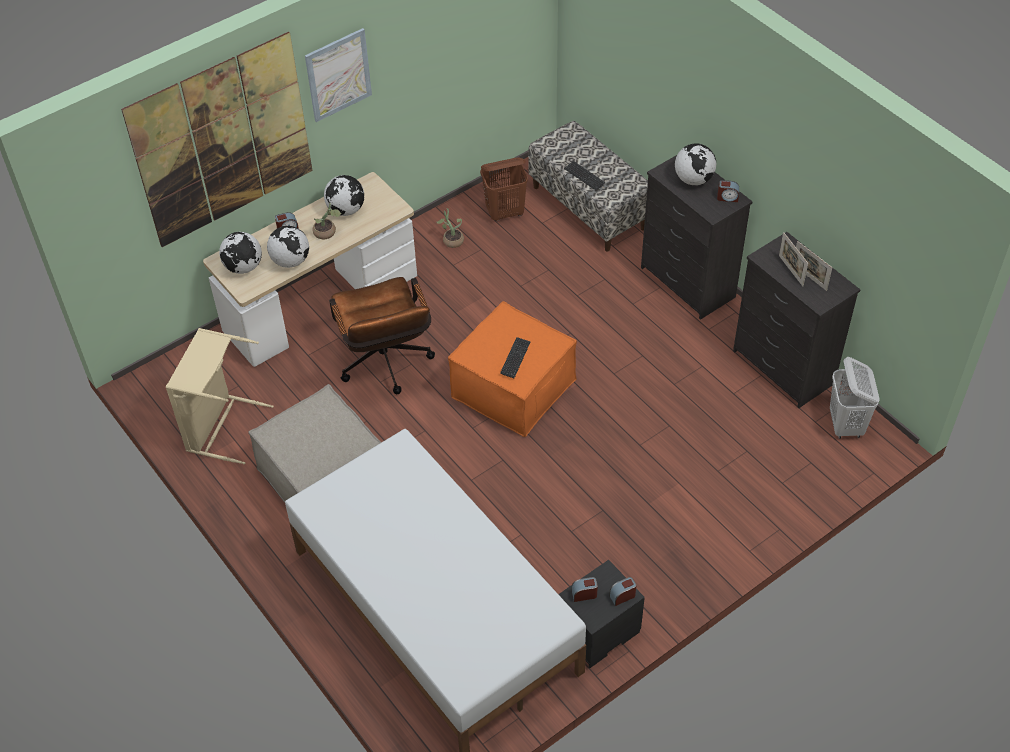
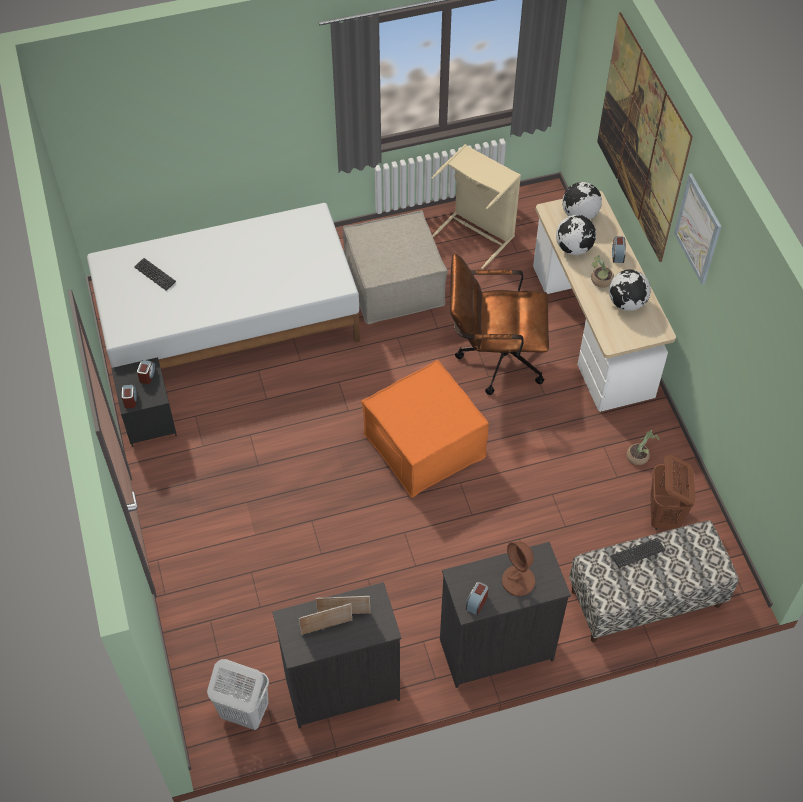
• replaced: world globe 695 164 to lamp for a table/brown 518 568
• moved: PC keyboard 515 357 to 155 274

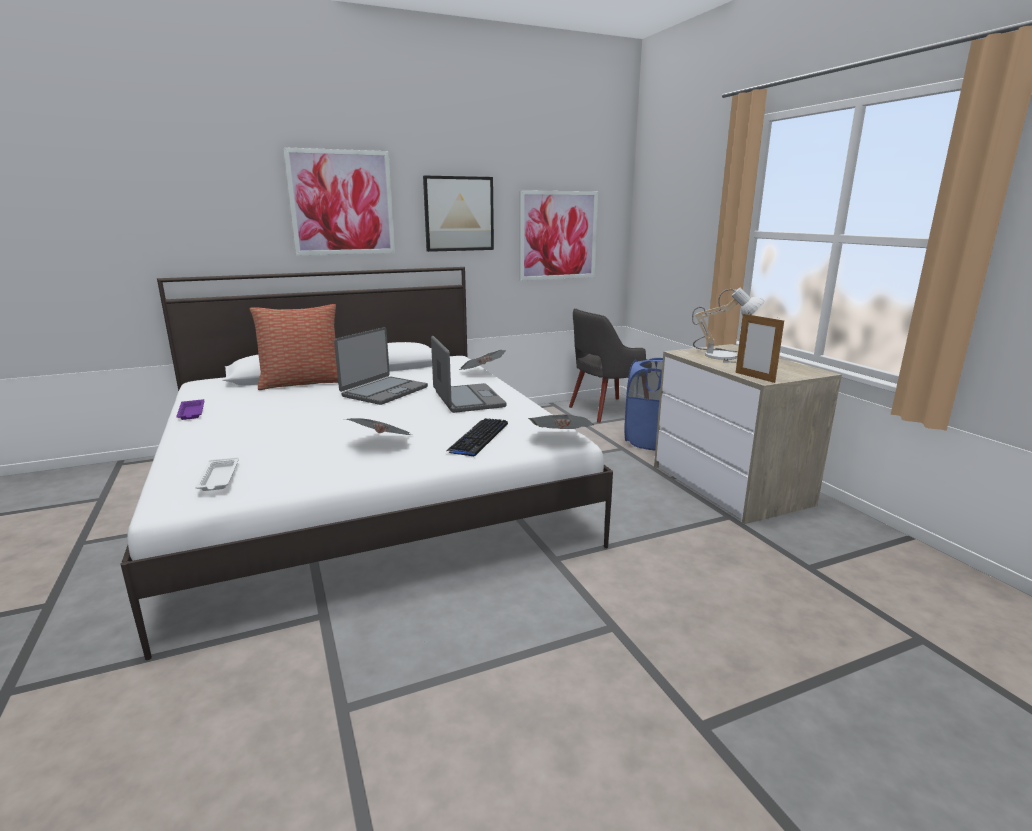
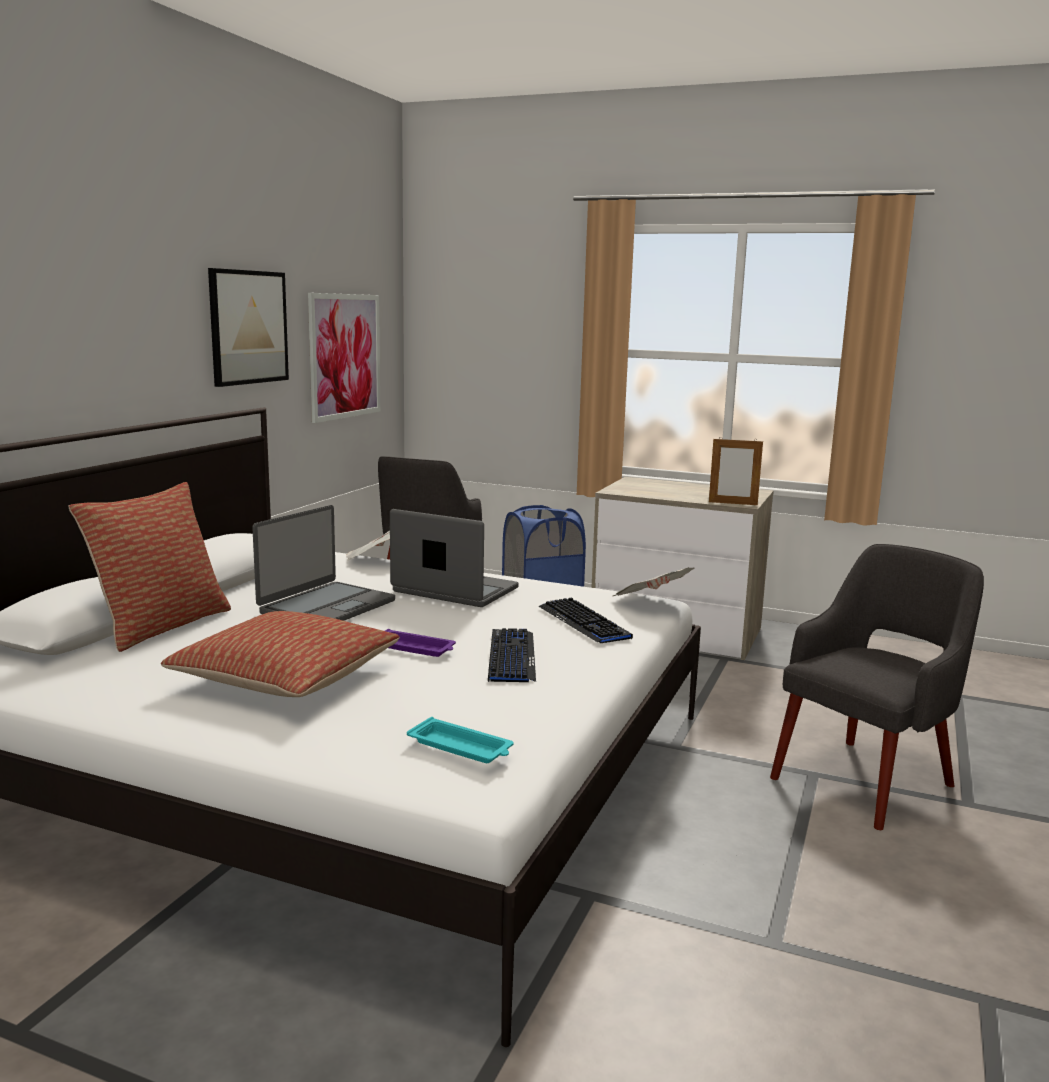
• removed: wall picture 339 201
• removed: lamp for a table 728 325
• turned: notebook computer 381 366 = 323 563 45 degrees clockwise
• moved: carrying tray/purplish 190 409 to 420 643
• replaced: newspaper 378 426 to PC keyboard 512 655
• recoloured: carrying tray/white 217 474 to carrying tray/blue-green 460 740
• added: armchair/grey 877 687
• added: cushion 280 654

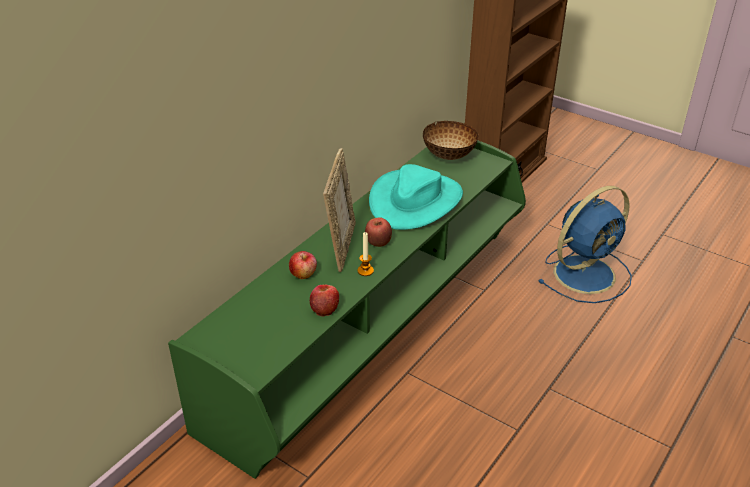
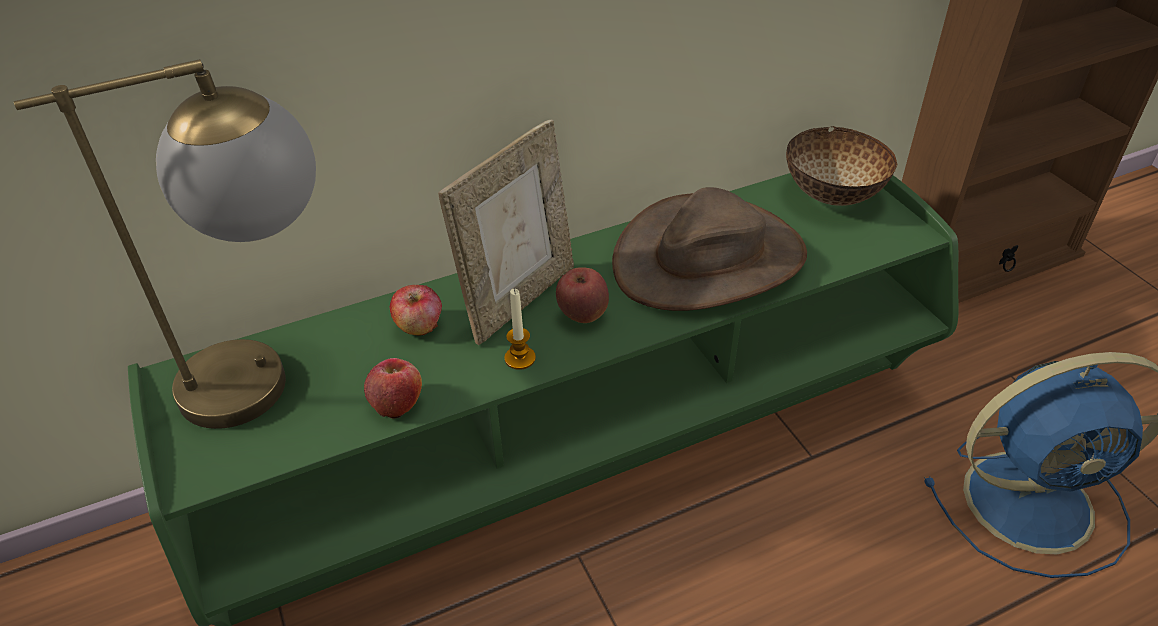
• recoloured: clothing hat/blue-green 416 197 to clothing hat/brown 709 249
• added: lamp for a table 165 244

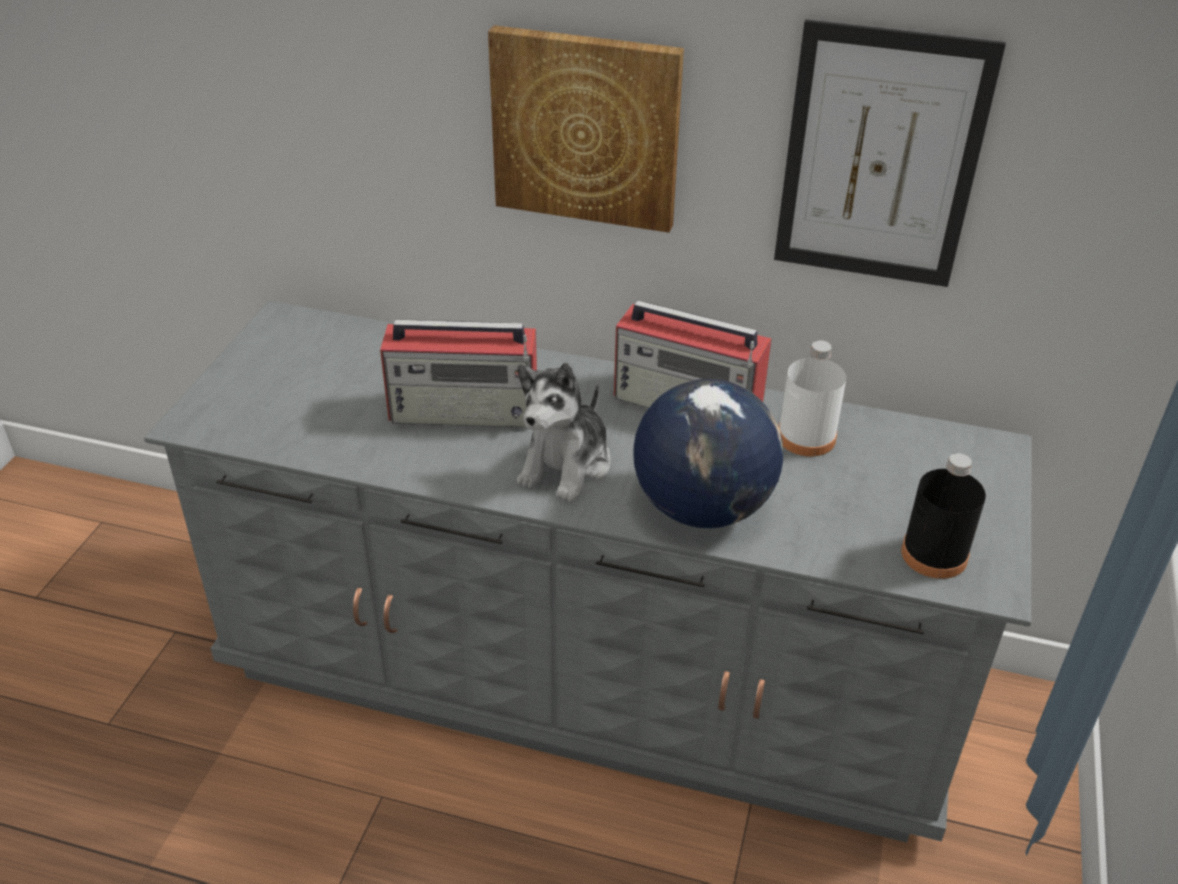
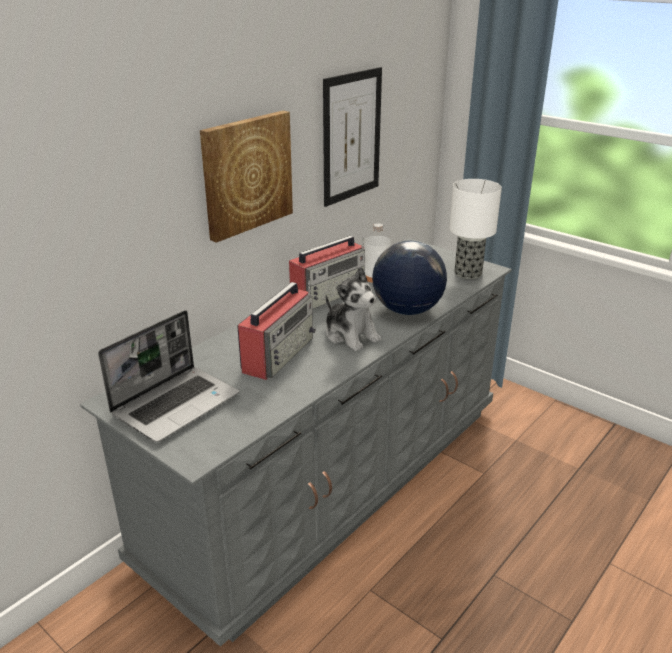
• replaced: bottle/black-coloured 943 516 to lamp for a table 475 229
• added: notebook computer 168 376

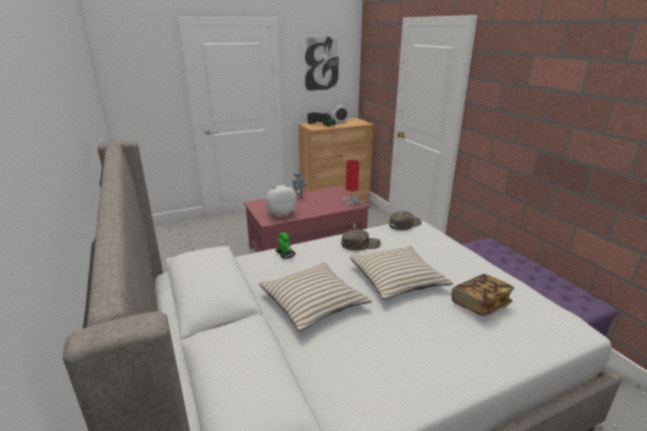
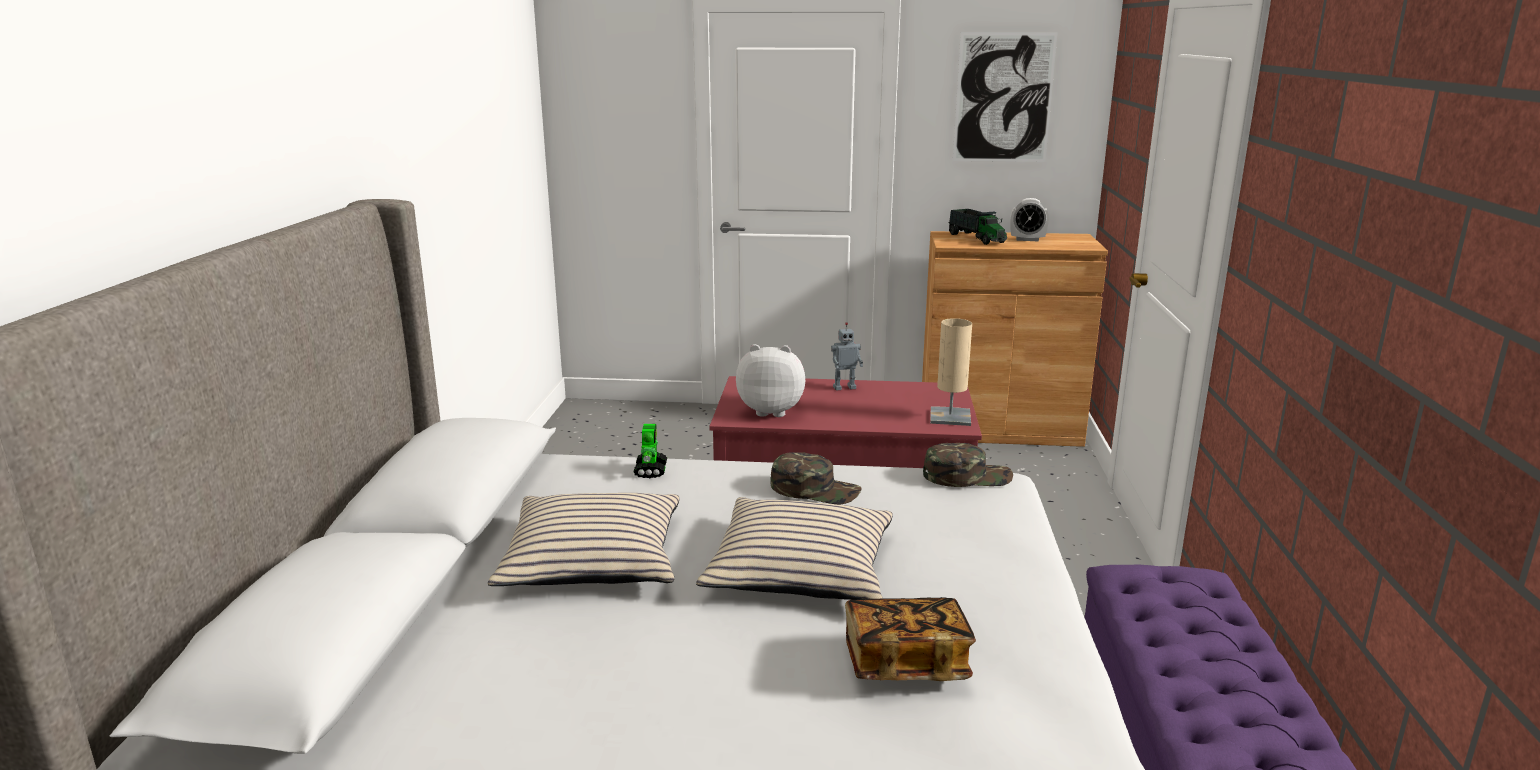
• recoloured: lamp for a table/red 351 182 to lamp for a table/beige 951 372

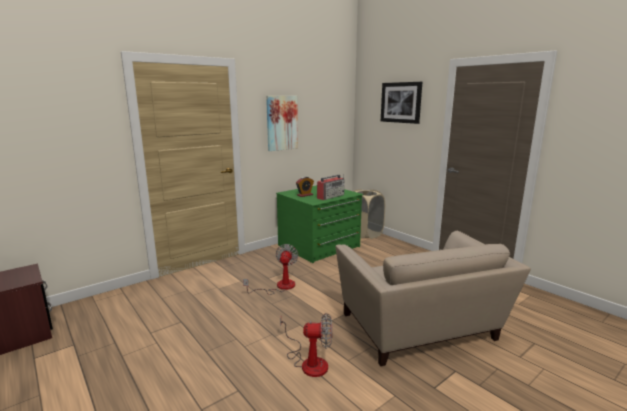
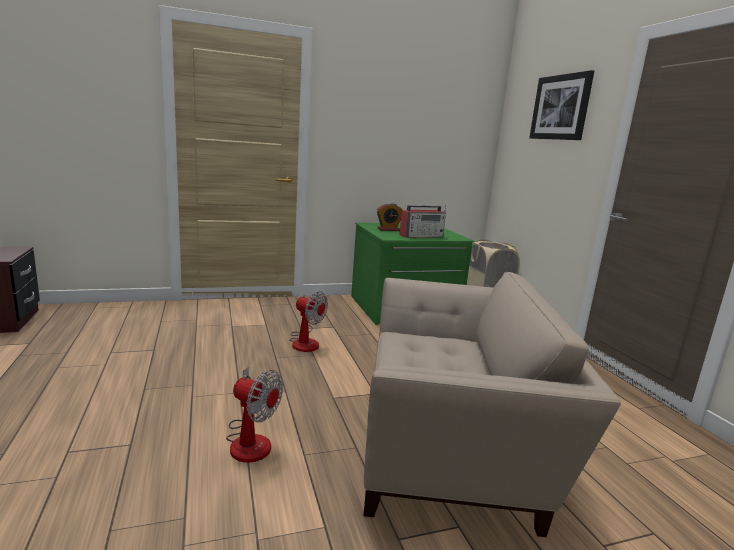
• removed: wall picture 282 123
• turned: armchair/beige 433 298 = 492 404 90 degrees counterclockwise
• turned: electric fan 271 269 = 308 321 90 degrees clockwise

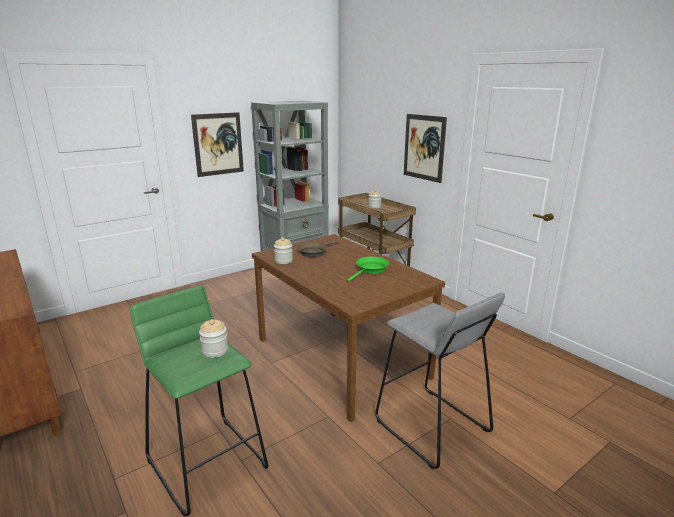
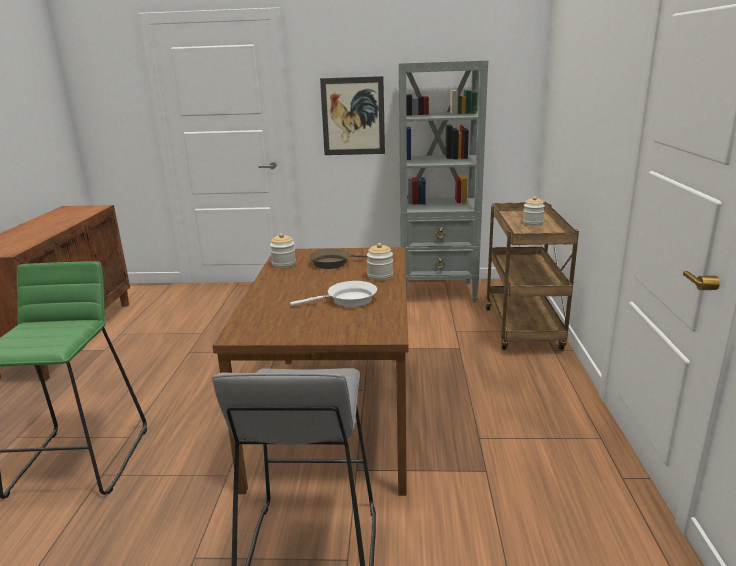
• removed: wall picture 425 148
• recoloured: skillet/greenish 368 269 to skillet/white 333 294
• moved: jar 213 338 to 380 262

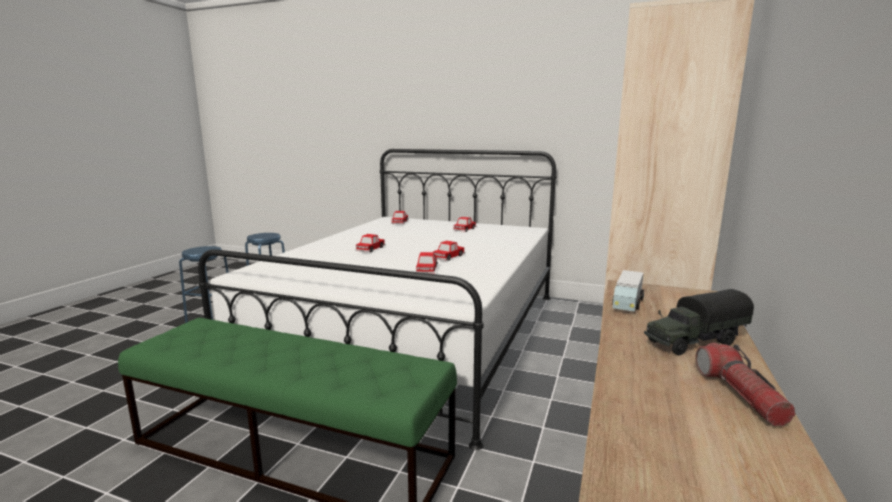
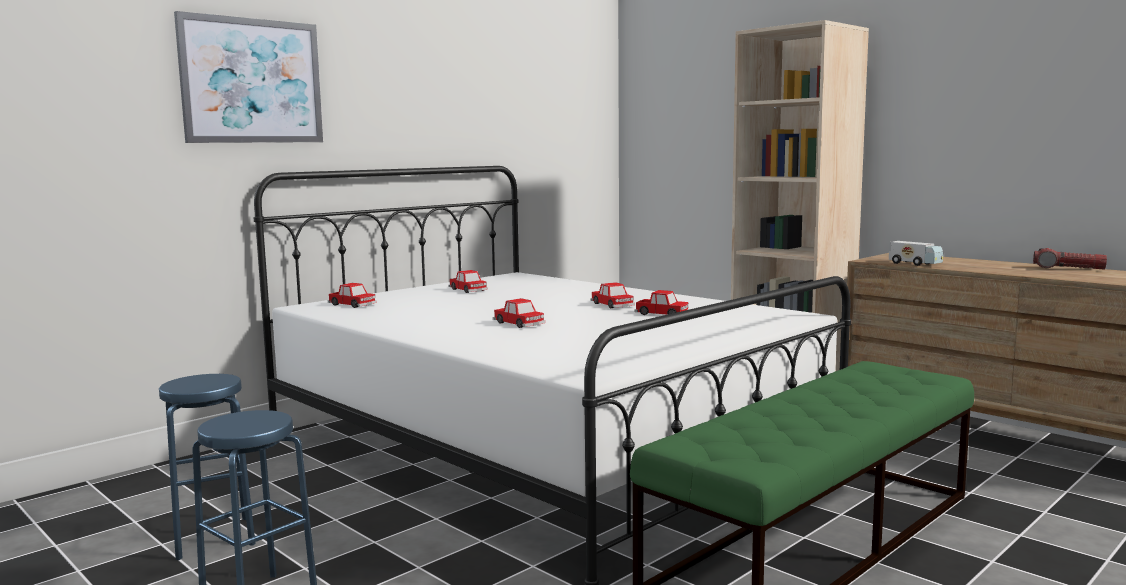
• removed: model truck 699 322
• added: wall picture 248 77

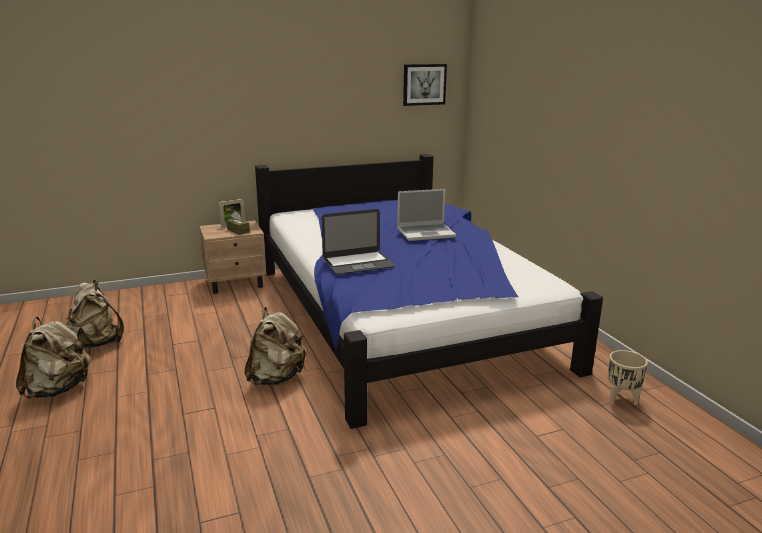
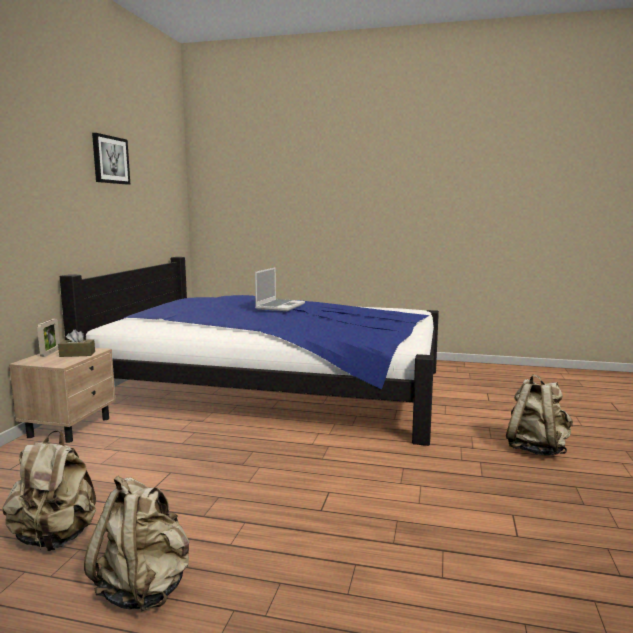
• moved: wall picture 425 85 to 111 159
• removed: notebook computer 358 241
• moved: backpack/beige 275 346 to 539 414
• removed: plant pot/beige 628 377

